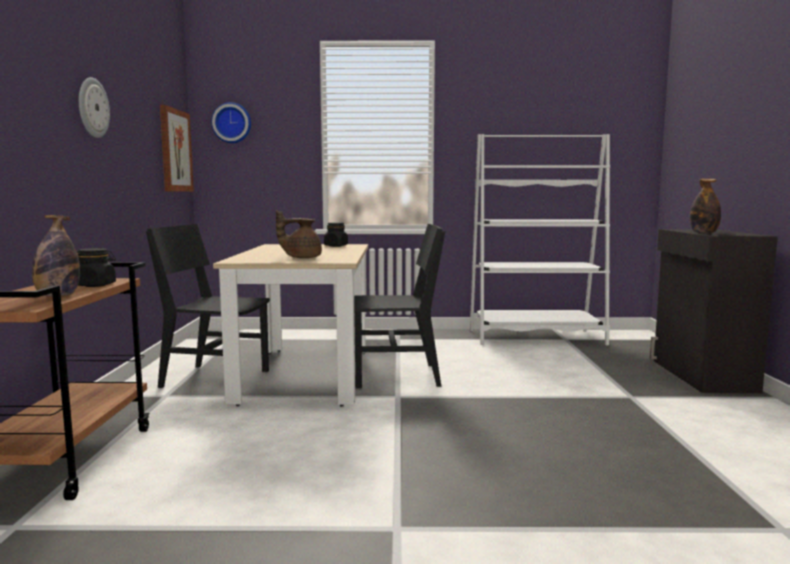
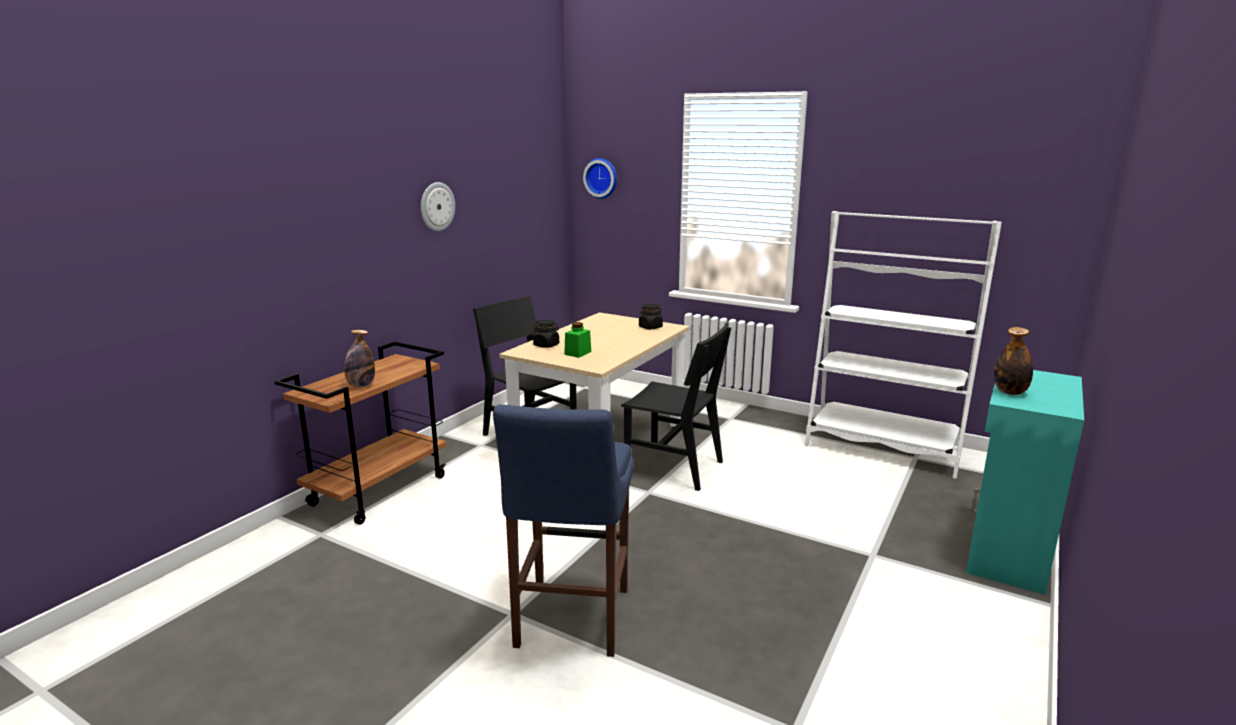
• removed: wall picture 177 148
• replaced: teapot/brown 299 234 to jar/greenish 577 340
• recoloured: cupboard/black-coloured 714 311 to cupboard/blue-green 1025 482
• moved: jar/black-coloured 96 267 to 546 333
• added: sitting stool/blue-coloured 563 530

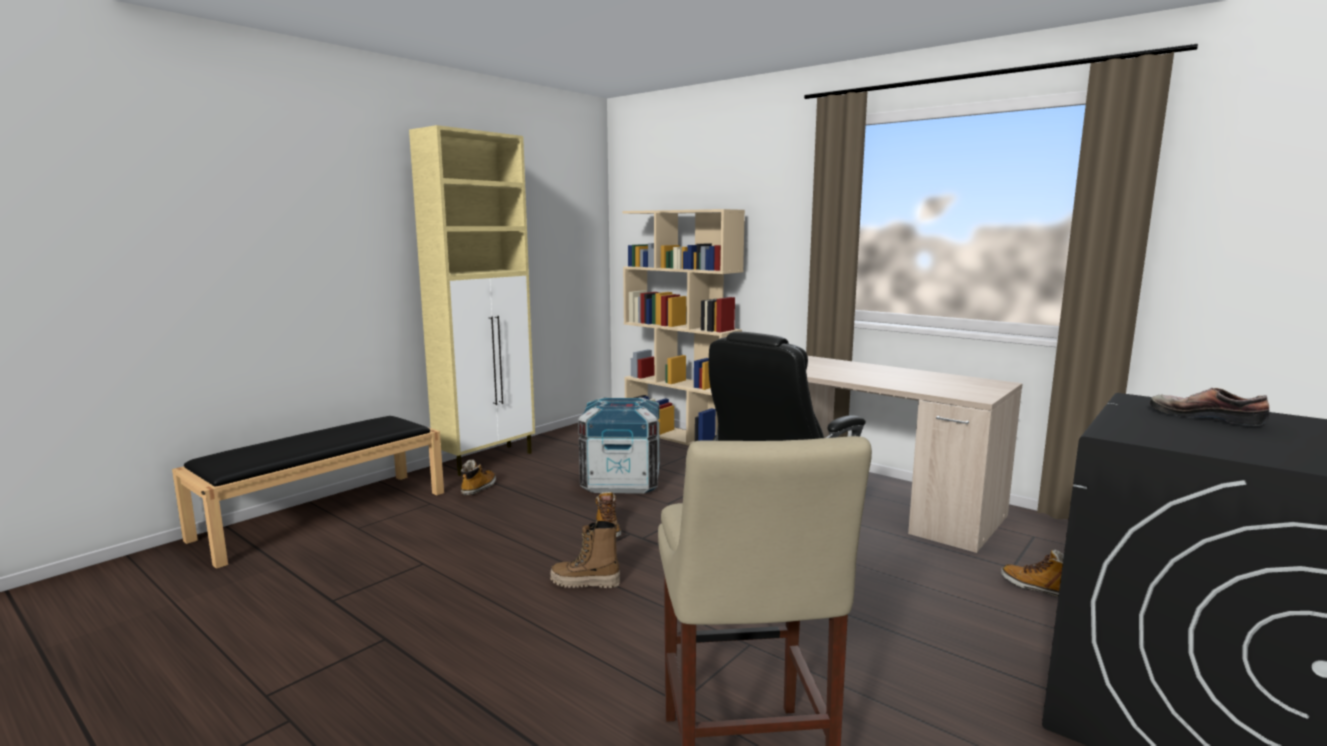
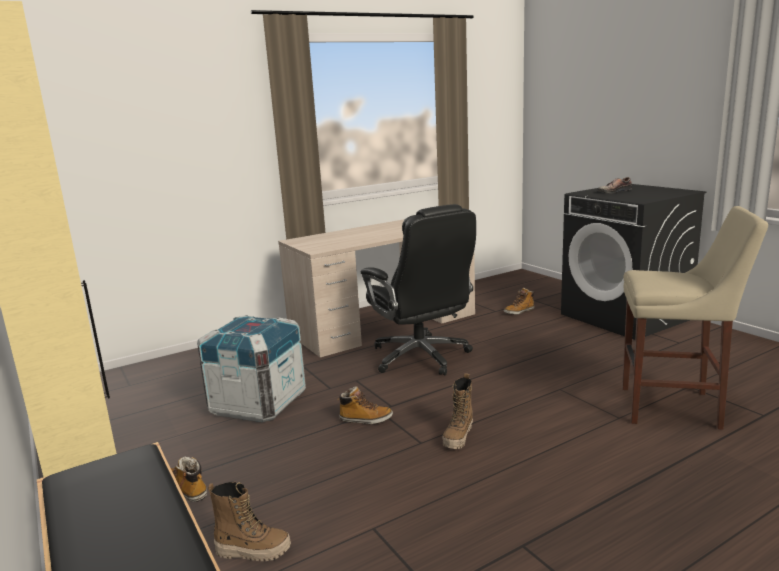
• removed: shelving unit/beige 684 327
• added: tall boot 249 521

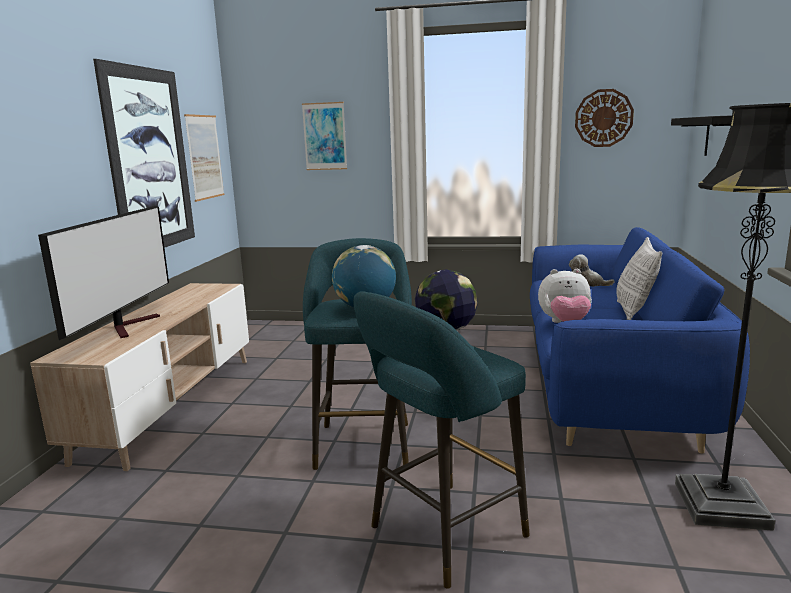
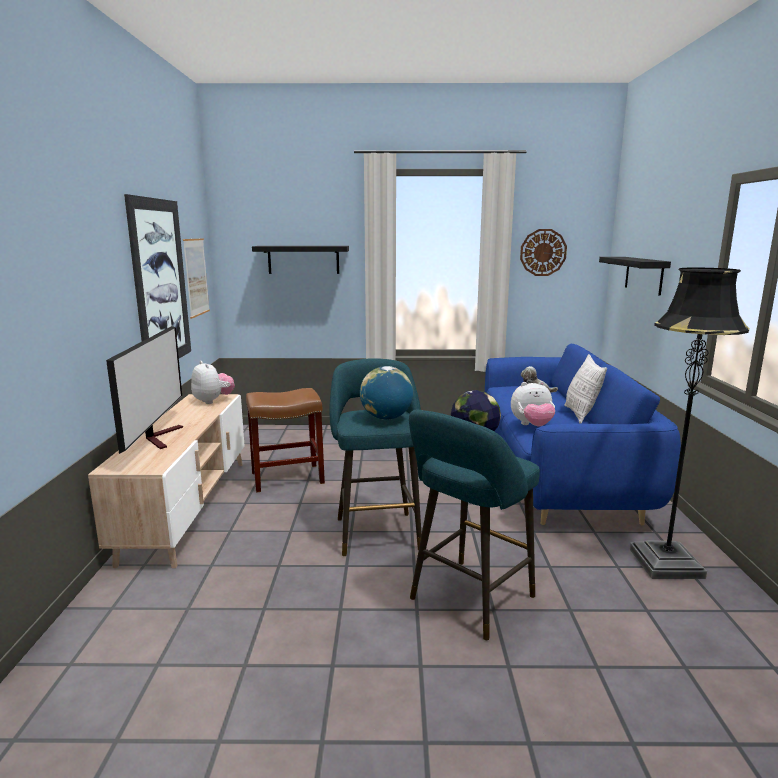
• replaced: wall picture 324 136 to wall shelf/black-coloured 300 260
• added: plush toy 213 382
• added: sitting stool/brown 285 440

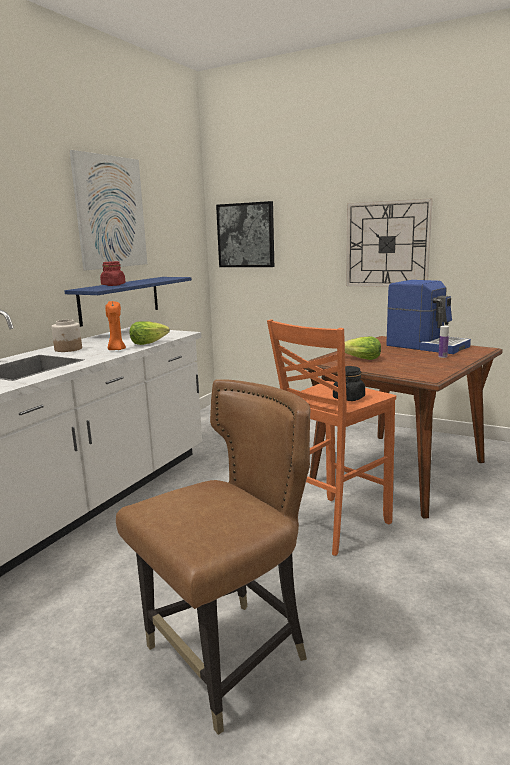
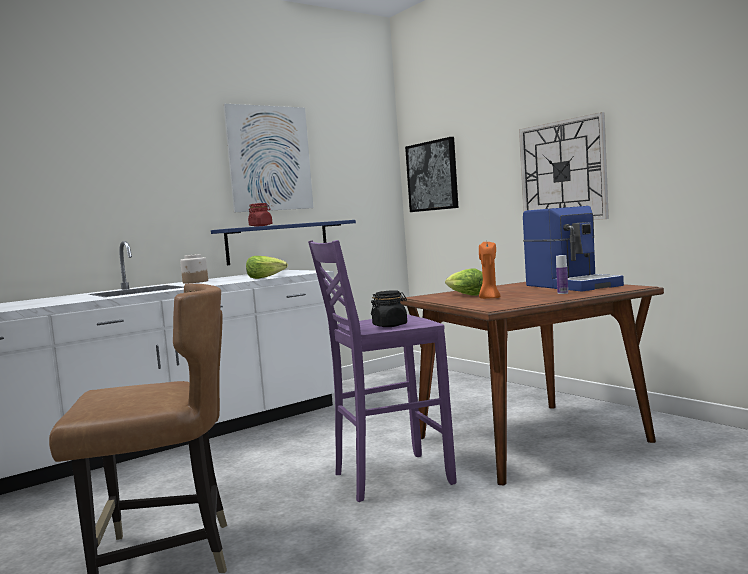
• moved: candle/orangey 115 325 to 489 270
• recoloured: sitting stool/orangey 331 437 to sitting stool/purplish 382 371

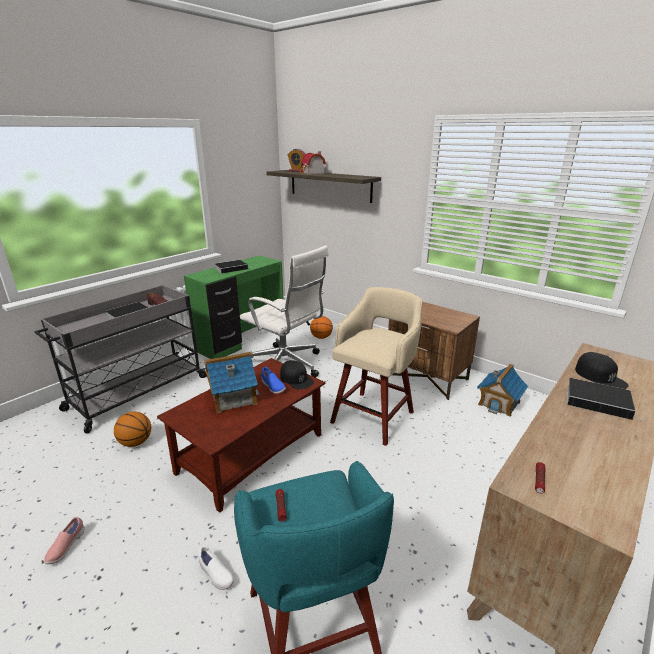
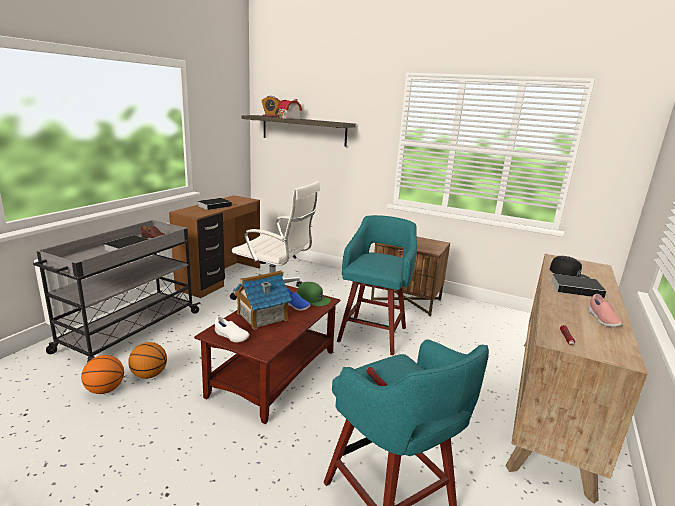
• recoloured: desk unit/greenish 234 307 to desk unit/brown 214 246
• recoloured: sitting stool/beige 376 366 to sitting stool/blue-green 377 285
• moved: basketball ball 321 327 to 102 374
• recoloured: peaked cap/black-coloured 297 374 to peaked cap/greenish 314 294
• removed: model house 502 390
• moved: low shoe/pink-coloured 64 540 to 605 310
• moved: low shoe/white 216 568 to 232 329

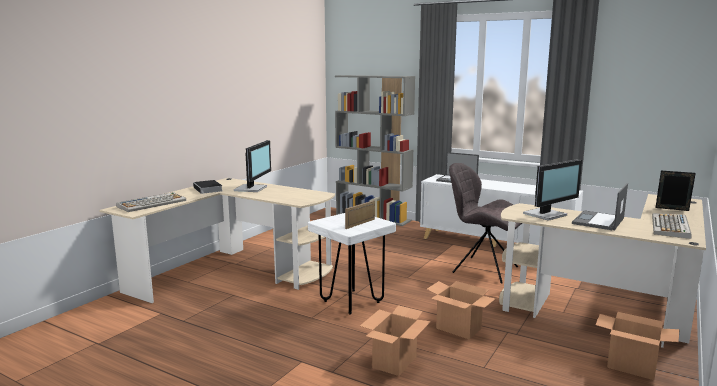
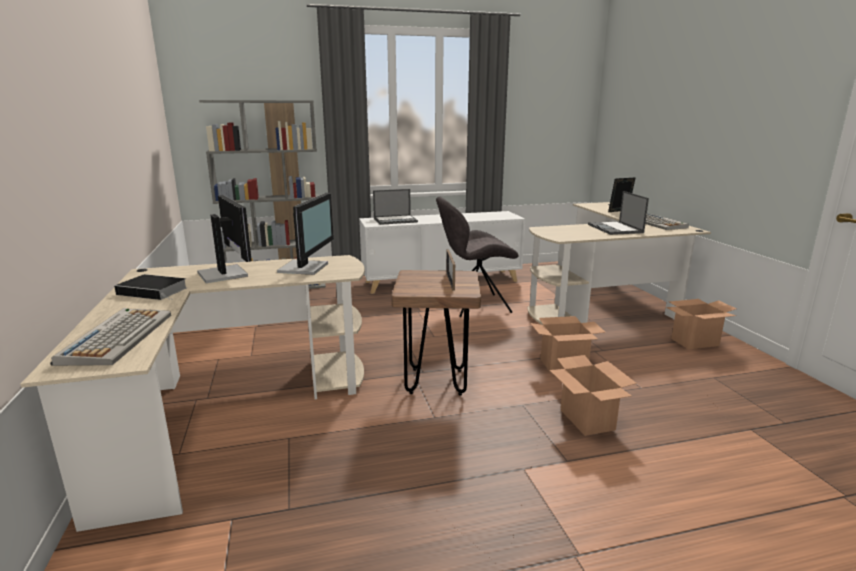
• moved: computer display 552 190 to 305 234
• recoloured: sitting stool/white 352 263 to sitting stool/brown 436 332

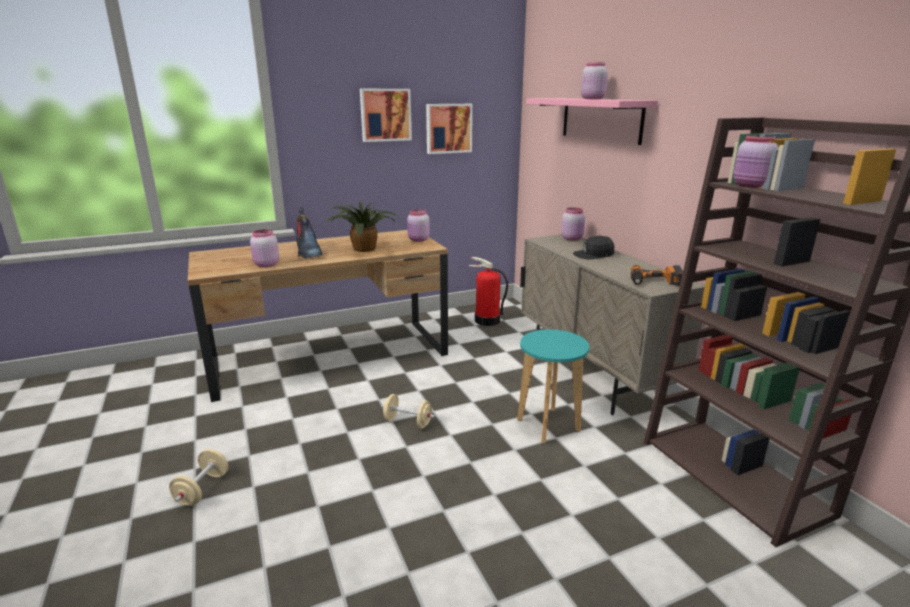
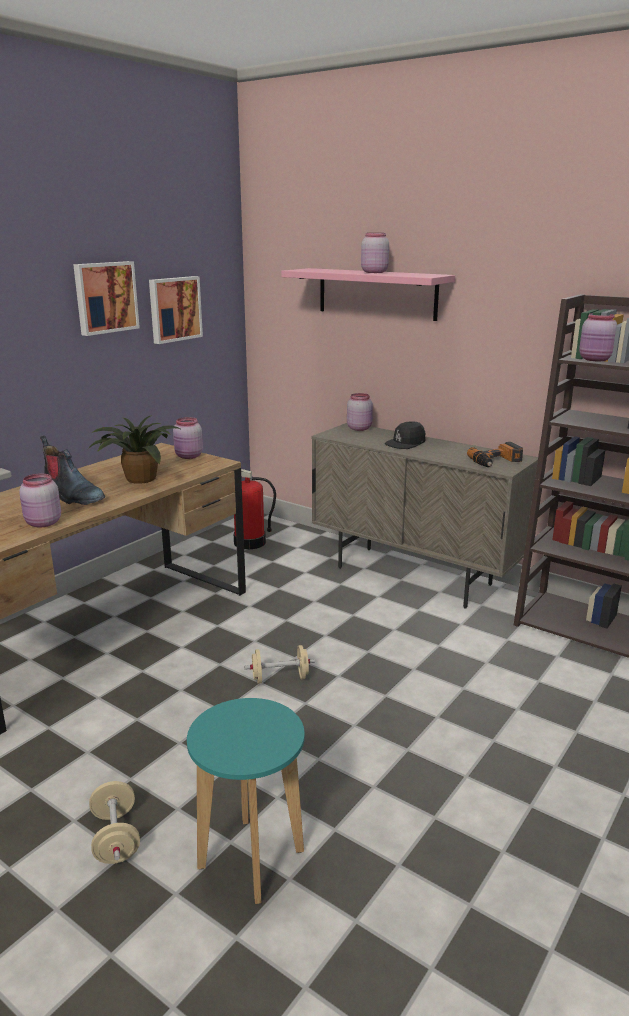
• moved: sitting stool/blue-green 553 386 to 246 801

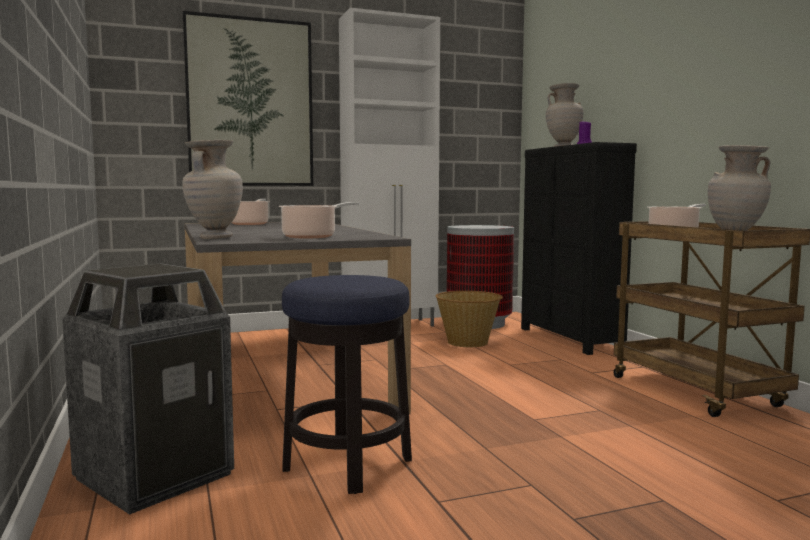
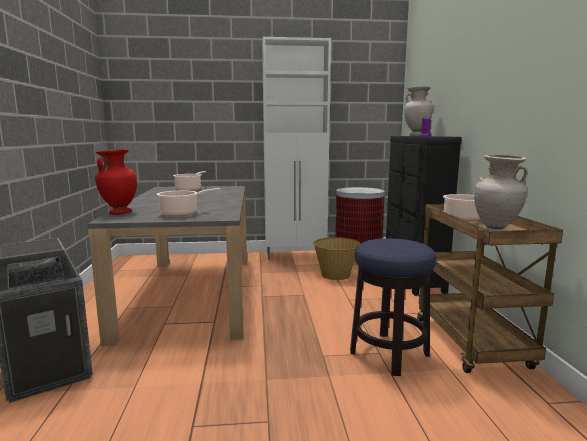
• removed: wall picture 248 98
• recoloured: decorative vase/beige 212 189 to decorative vase/red 116 182
• moved: sitting stool 347 384 to 393 307

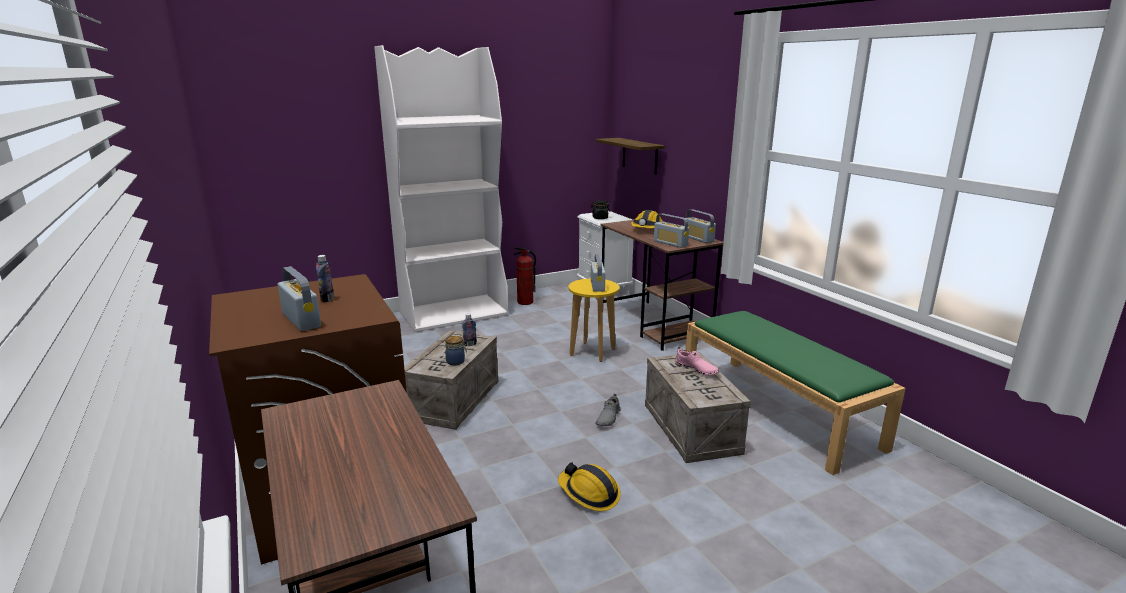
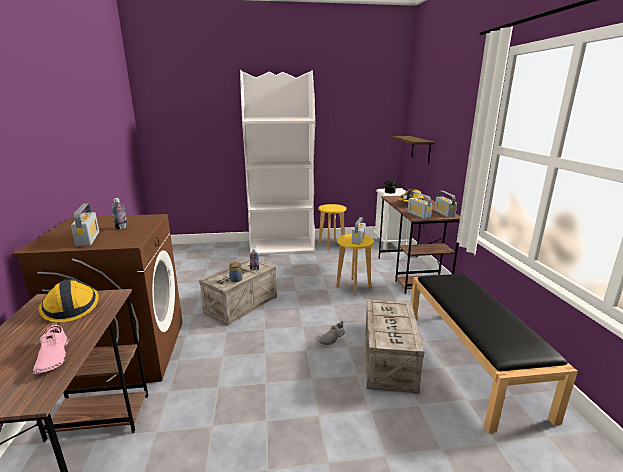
• replaced: fire-fighting cylinder 525 276 to sitting stool/yellow 332 227
• recoloured: indoor bench/greenish 796 393 to indoor bench/black-coloured 494 353
• moved: low shoe/pink-coloured 697 361 to 51 348
• moved: safety helmet 589 486 to 68 300

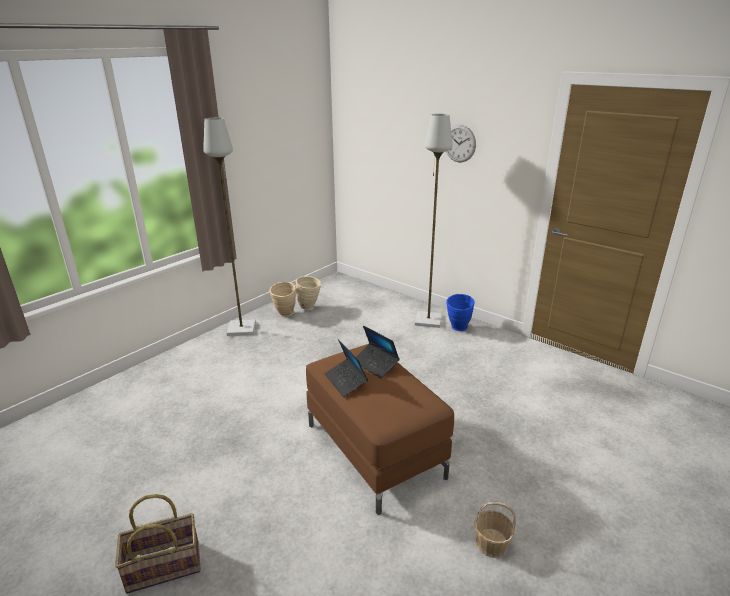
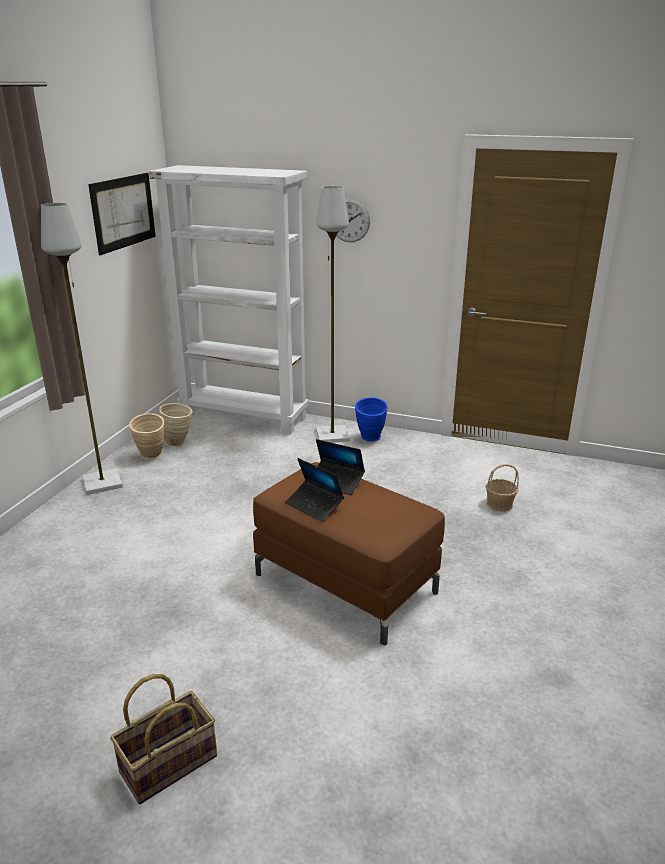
• moved: household basket 495 530 to 502 488
• added: shelving unit/white 229 299
• added: wall picture 122 214

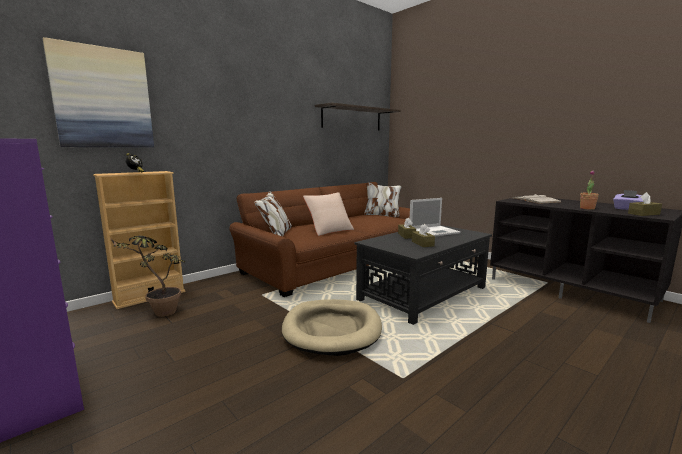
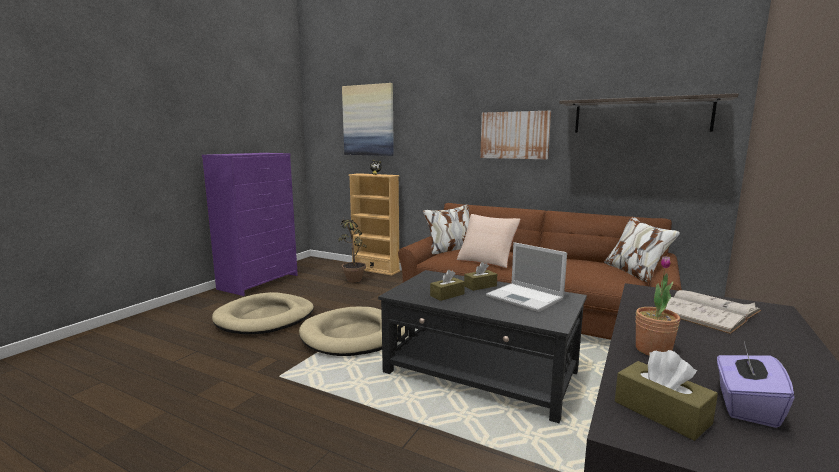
• added: wall picture 515 135
• added: pet bed/beige 263 313

